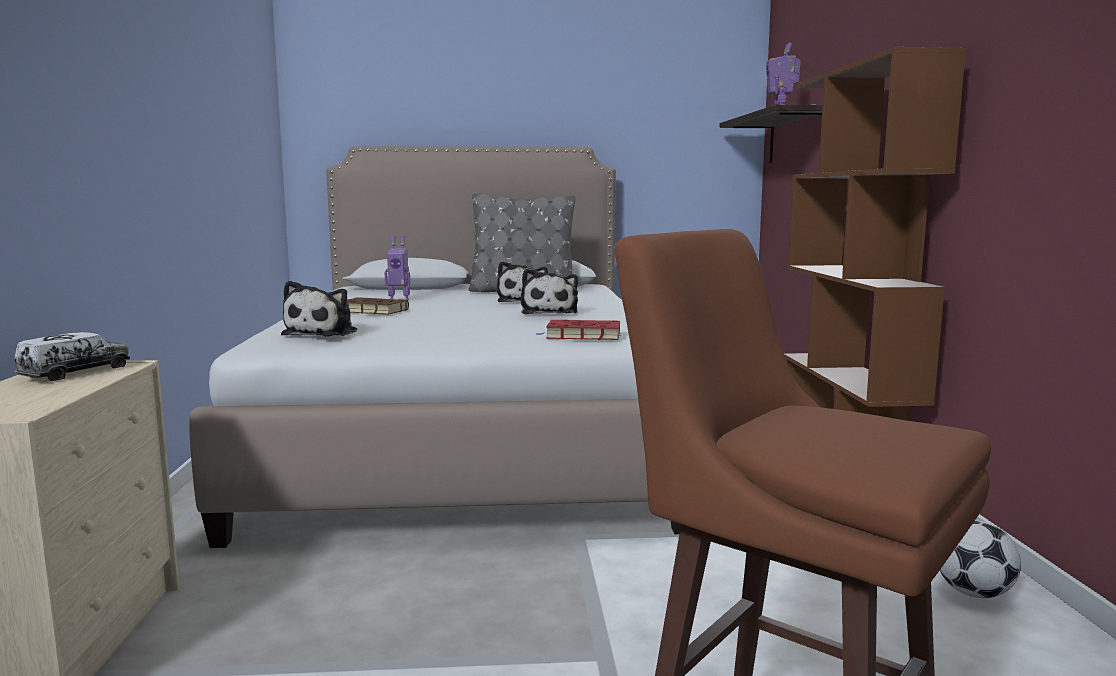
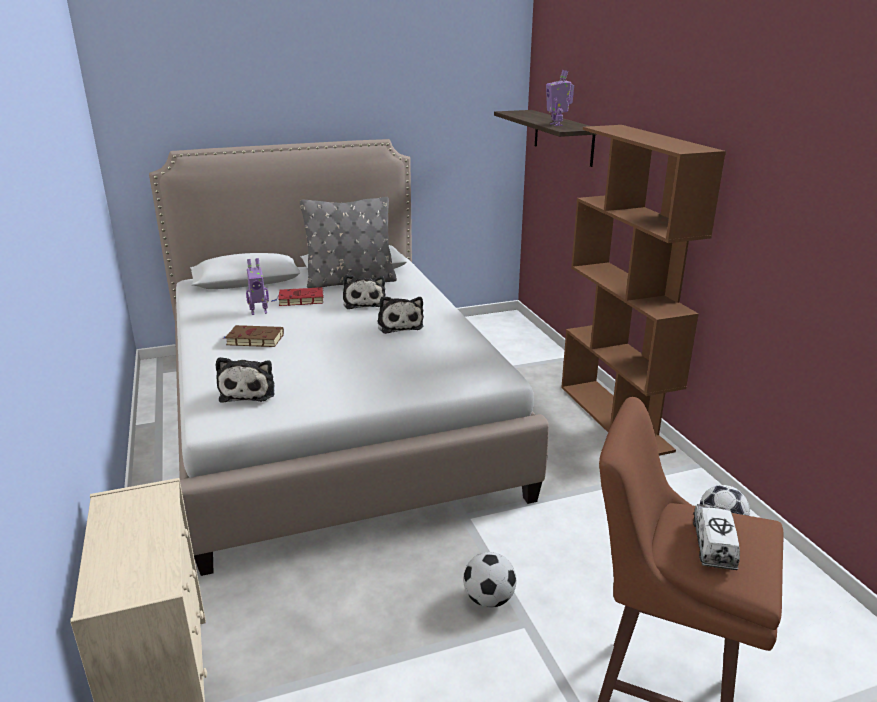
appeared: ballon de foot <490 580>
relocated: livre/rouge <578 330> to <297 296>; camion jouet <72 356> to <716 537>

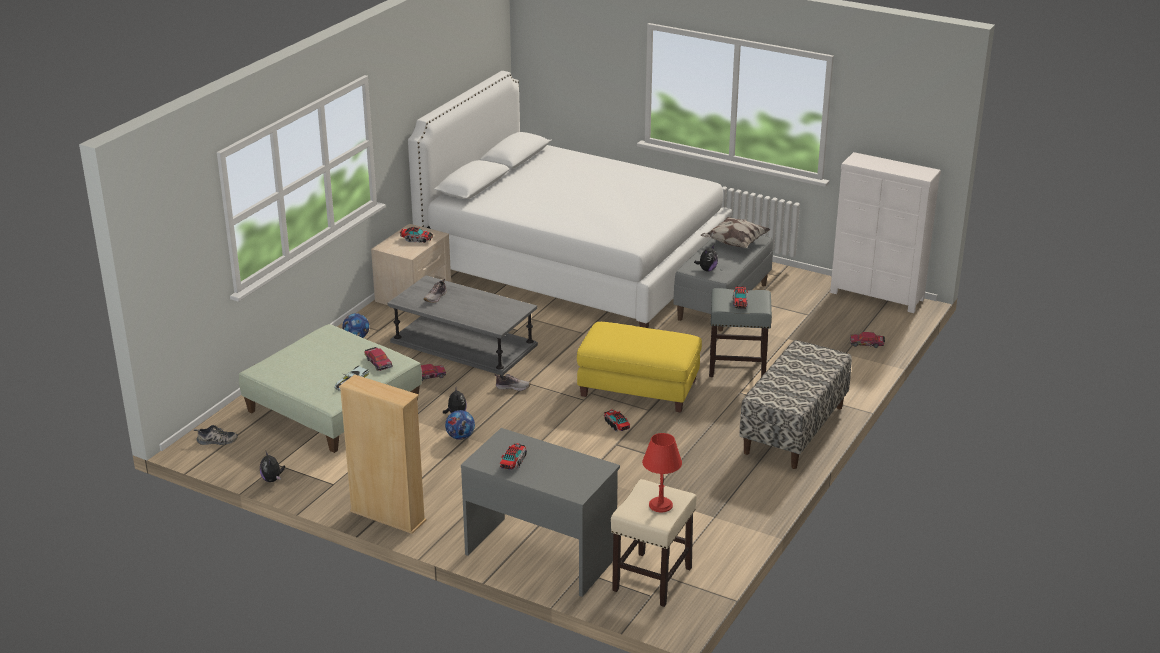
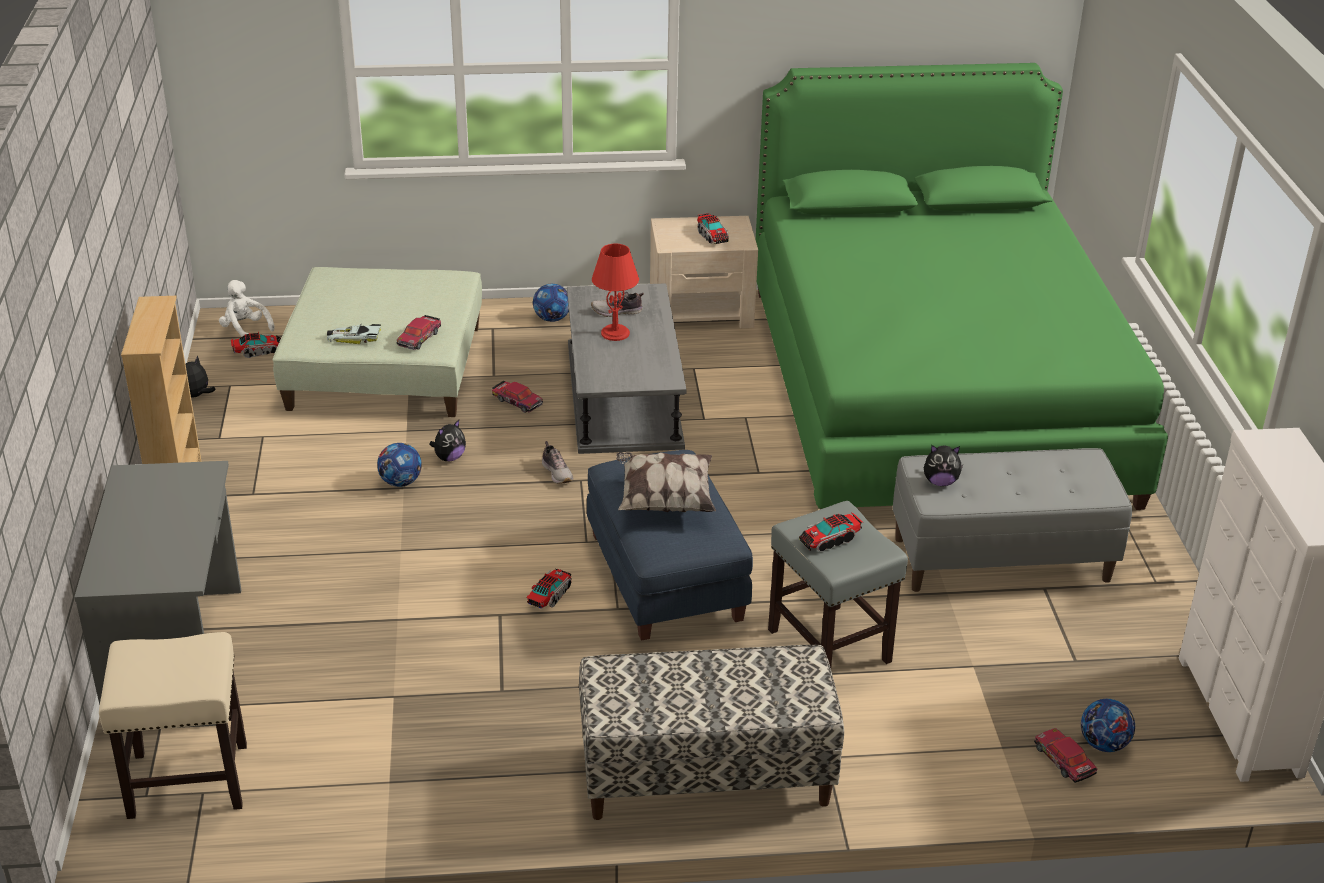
appeared: ballon de foot <1108 725>
relocated: coussin <736 232> to <666 482>; lampe de table/rouge <662 472> to <615 292>; camion jouet <513 456> to <256 345>
exchanged: chaussure <216 435> to peluche/blanc <247 308>
colour: lit/blanc <570 199> to lit/vert <962 286>; pouf/jaune <639 367> to pouf/bleu <670 545>

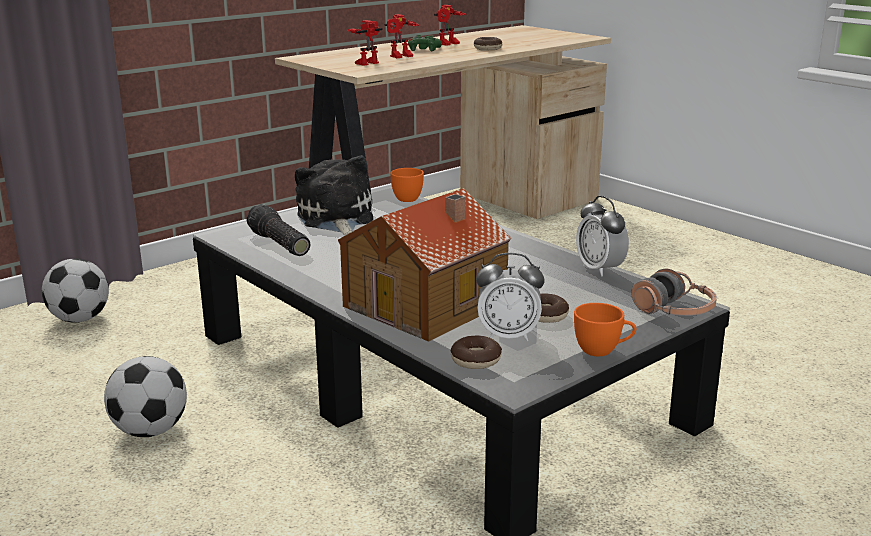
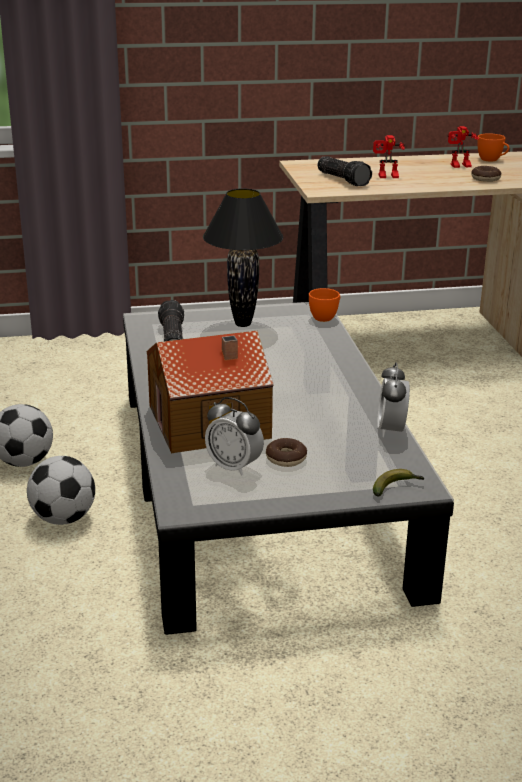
missing: manette/vert <425 43>; beignet <476 352>
relocated: ballon de foot <75 290> to <61 490>; tasse/orange <605 329> to <493 147>
exchanged: robot jouet <365 43> to lampe de poche <345 171>; peluche <334 195> to lampe de table/noir <243 257>; casque audio <674 292> to banane <398 482>

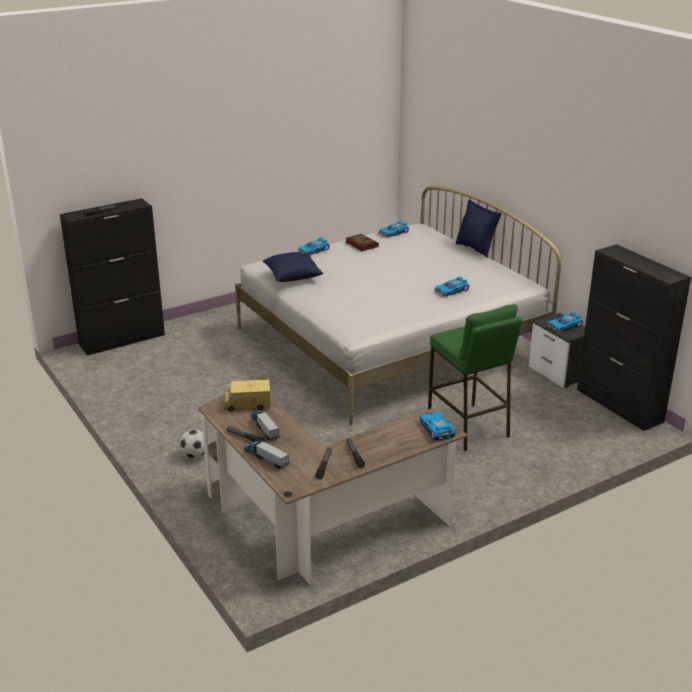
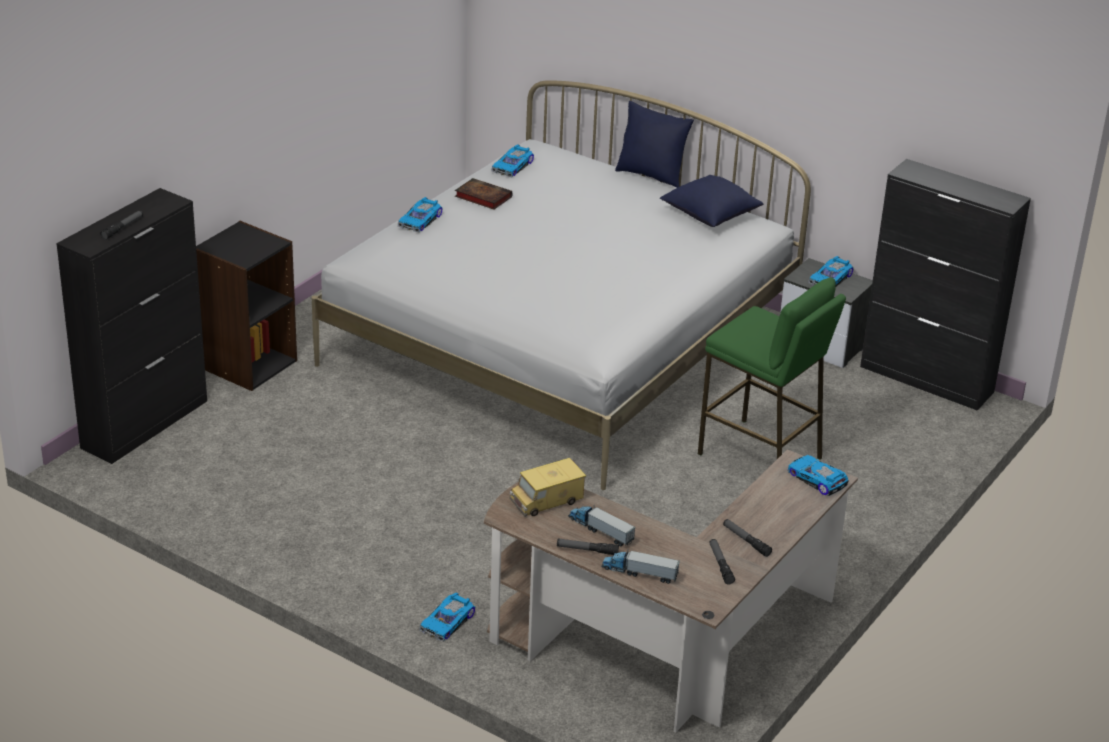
missing: ballon de foot <194 444>
appeared: bibliothèque/noir <246 306>
relocated: coussin/bleu <293 267> to <712 201>; petite voiture <451 287> to <447 617>

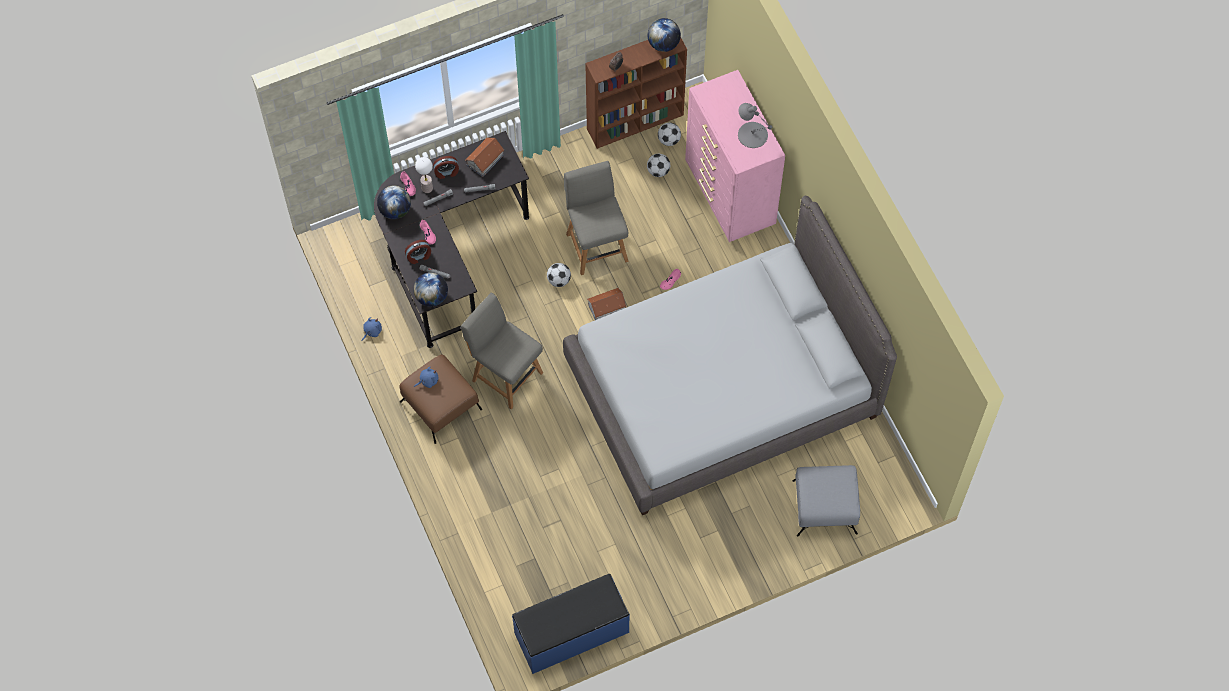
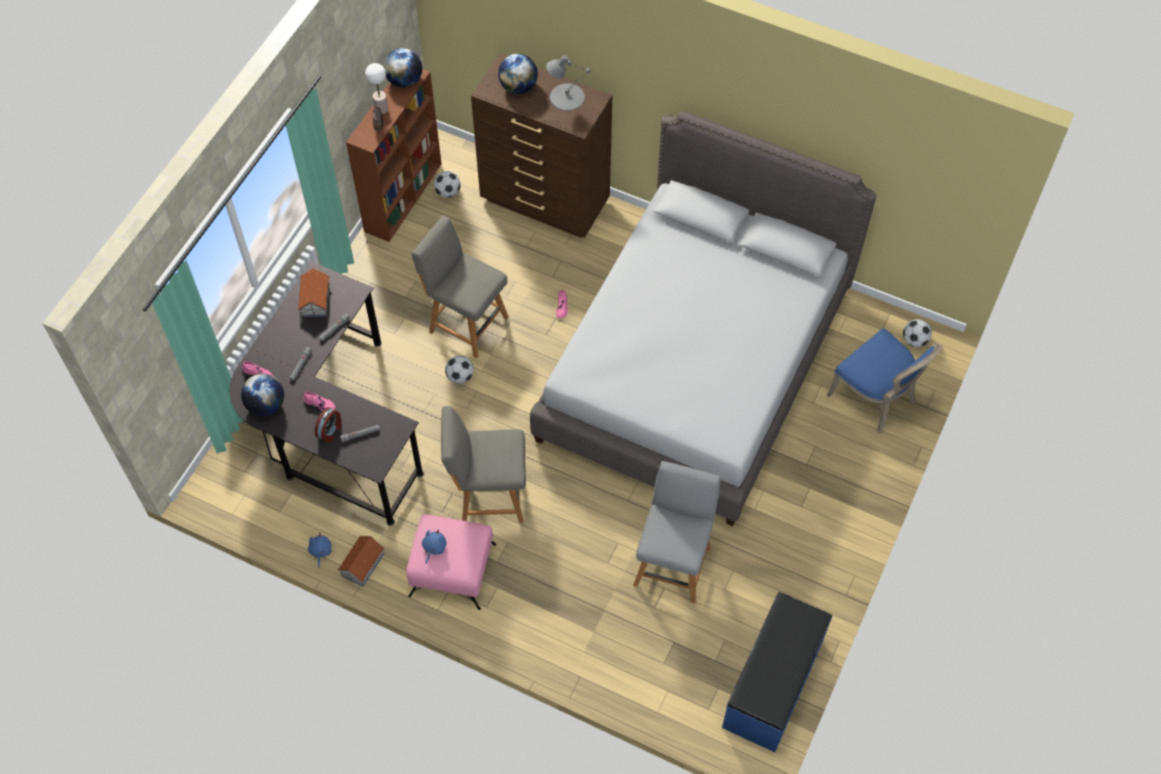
missing: réveil <446 167>
appeared: chaise/gris <677 532>
relocated: ballon de foot <658 165> to <917 333>; lampe de table <424 175> to <376 88>; globe <430 289> to <518 74>; maison miniature <607 304> to <361 561>
exchanged: pouf/gris <826 500> to chaise/bleu <884 380>
colour: commode/rose <735 156> to commode/marron <541 146>; pouf/marron <440 399> to pouf/rose <451 562>

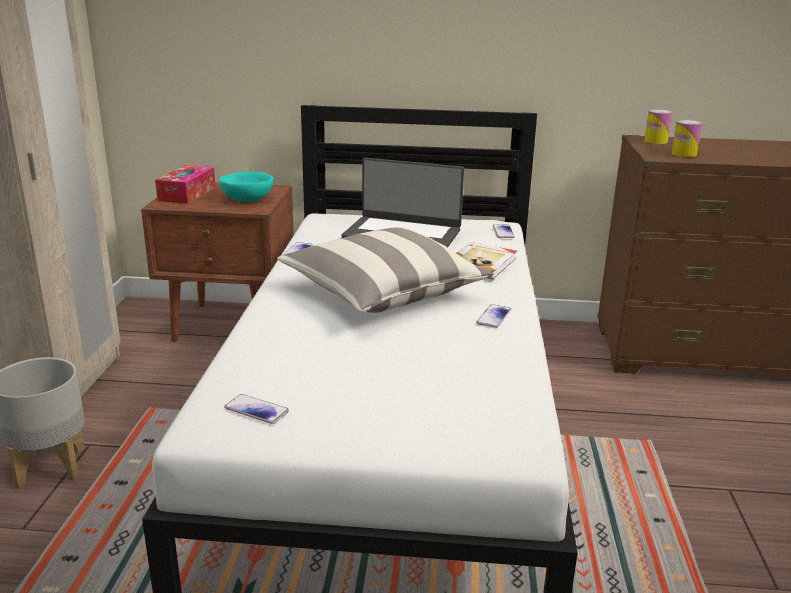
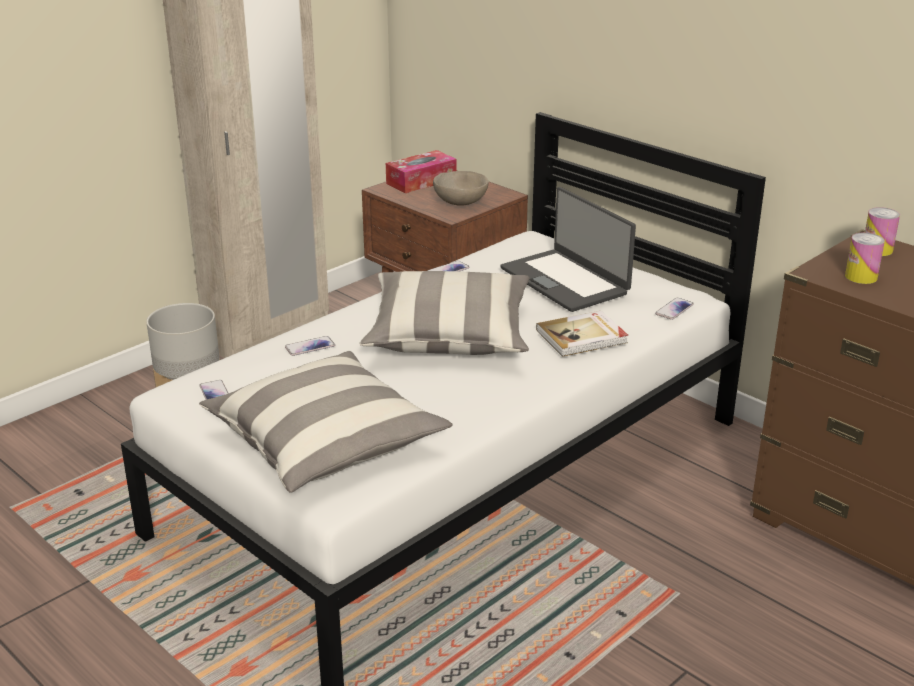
appeared: coussin <326 422>
relocated: téléphone <493 316> to <310 346>
colour: bol/turquoise <246 187> to bol/beige <460 188>

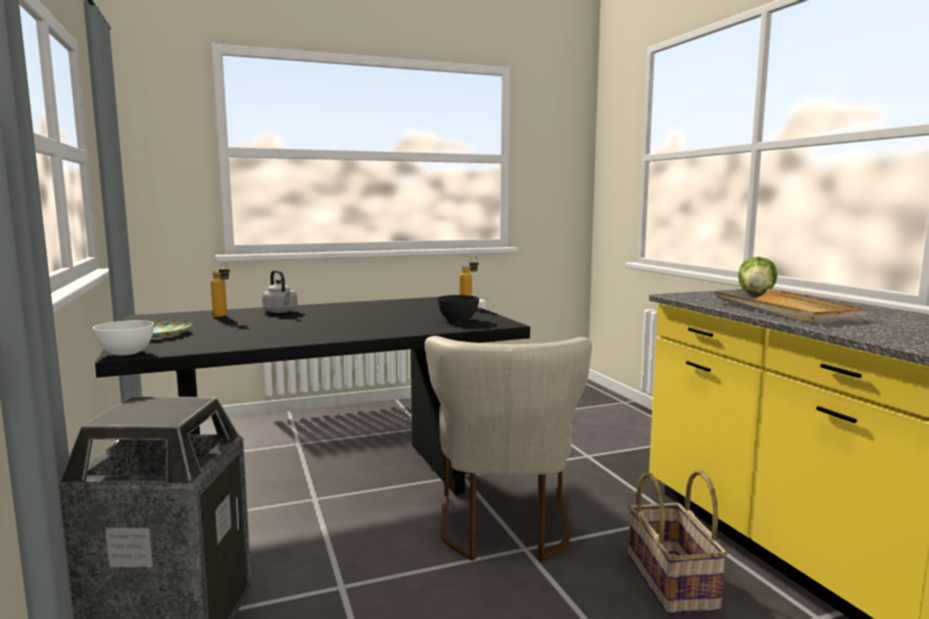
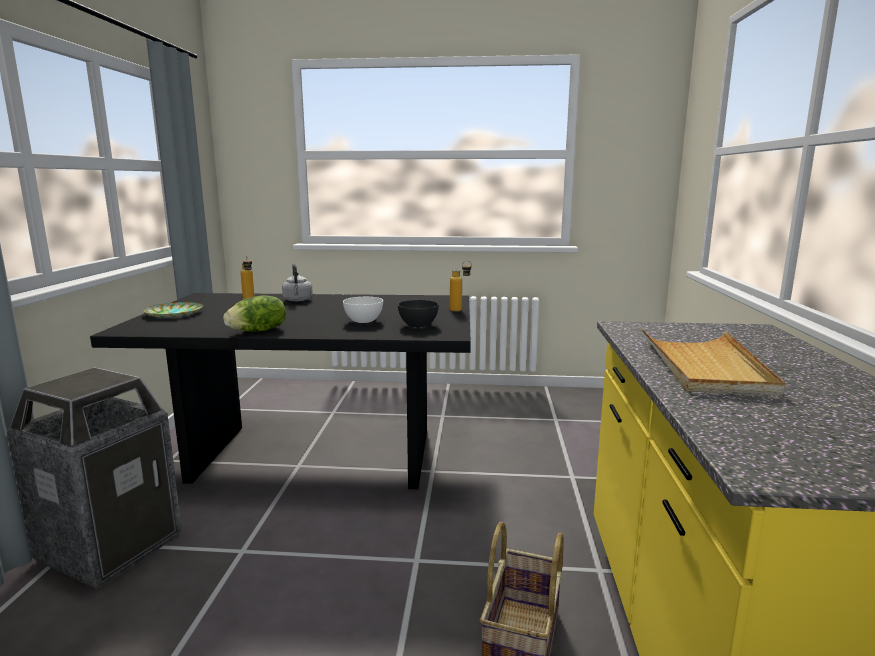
missing: chaise/beige <508 449>
relocated: laitue <757 275> to <254 313>; bol/blanc <123 338> to <363 310>

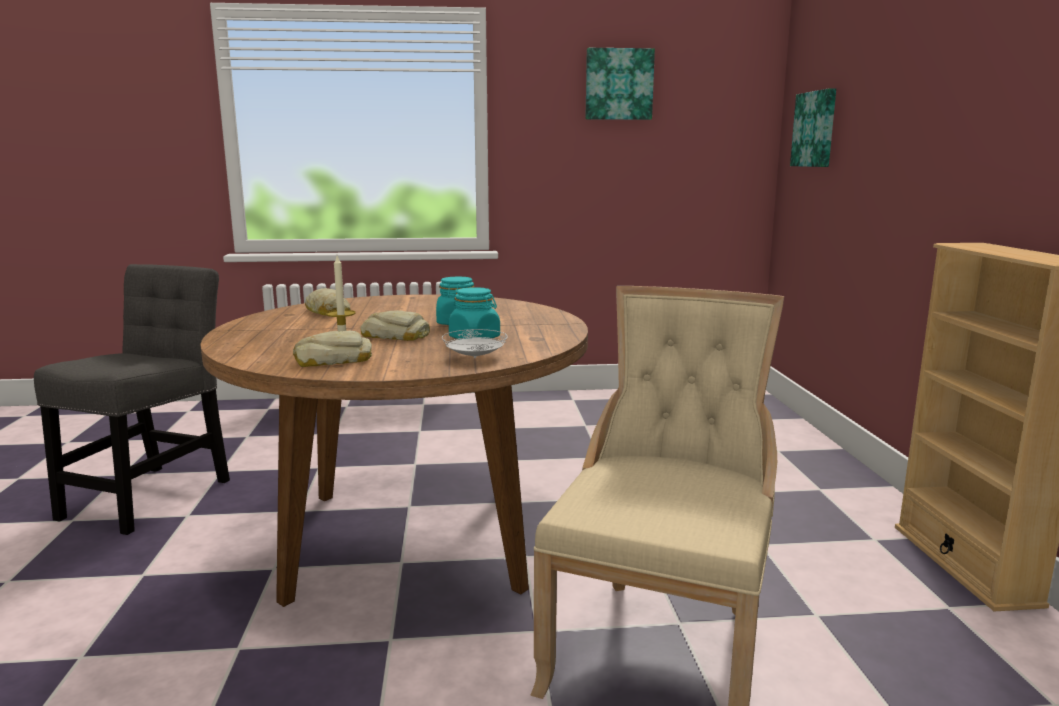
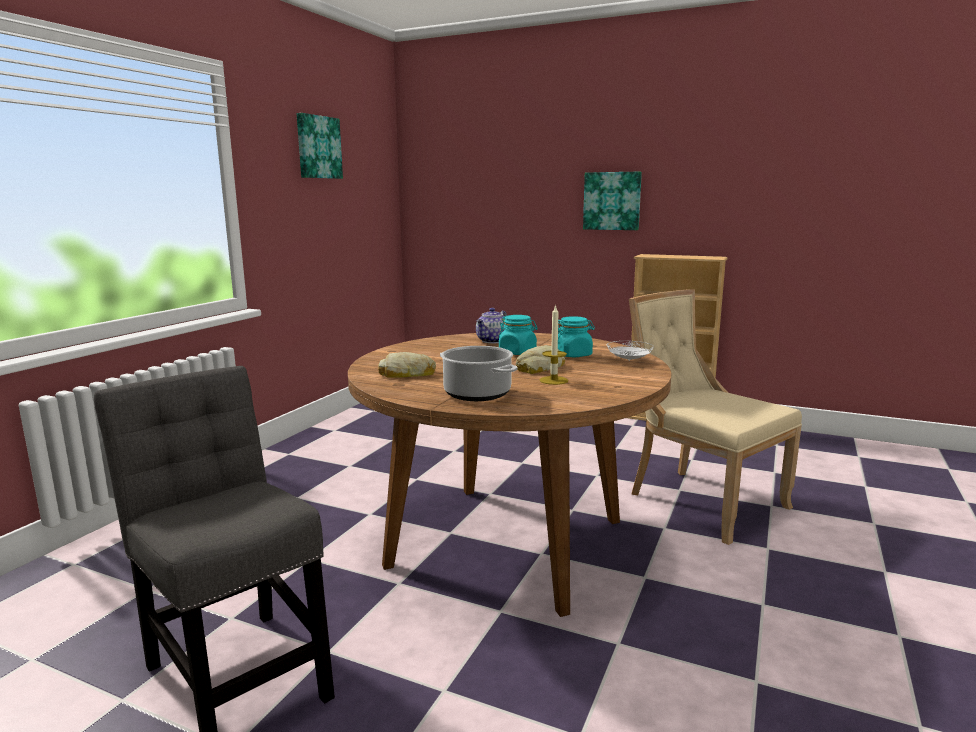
missing: pain <332 349>
appeared: théière <491 326>; marmite <479 373>
relocated: tableau <813 127> to <612 201>

